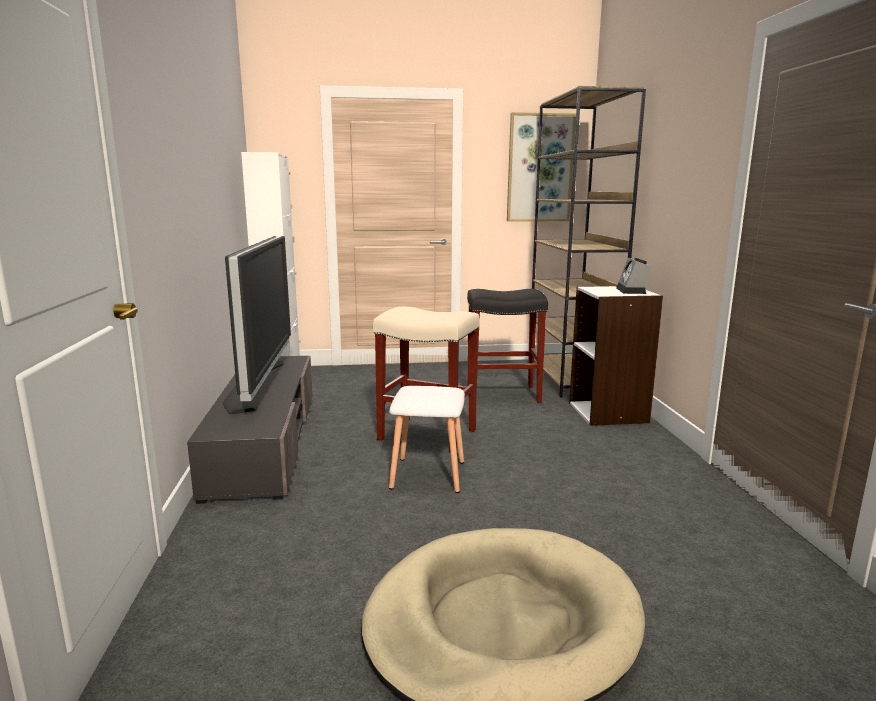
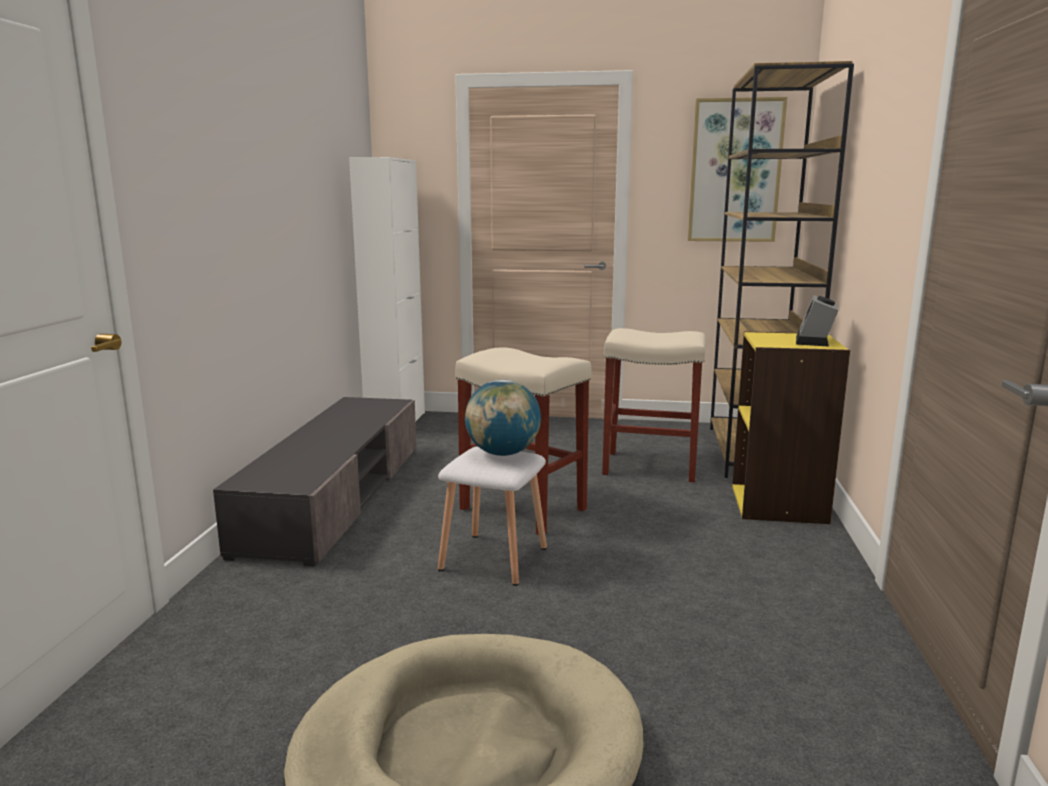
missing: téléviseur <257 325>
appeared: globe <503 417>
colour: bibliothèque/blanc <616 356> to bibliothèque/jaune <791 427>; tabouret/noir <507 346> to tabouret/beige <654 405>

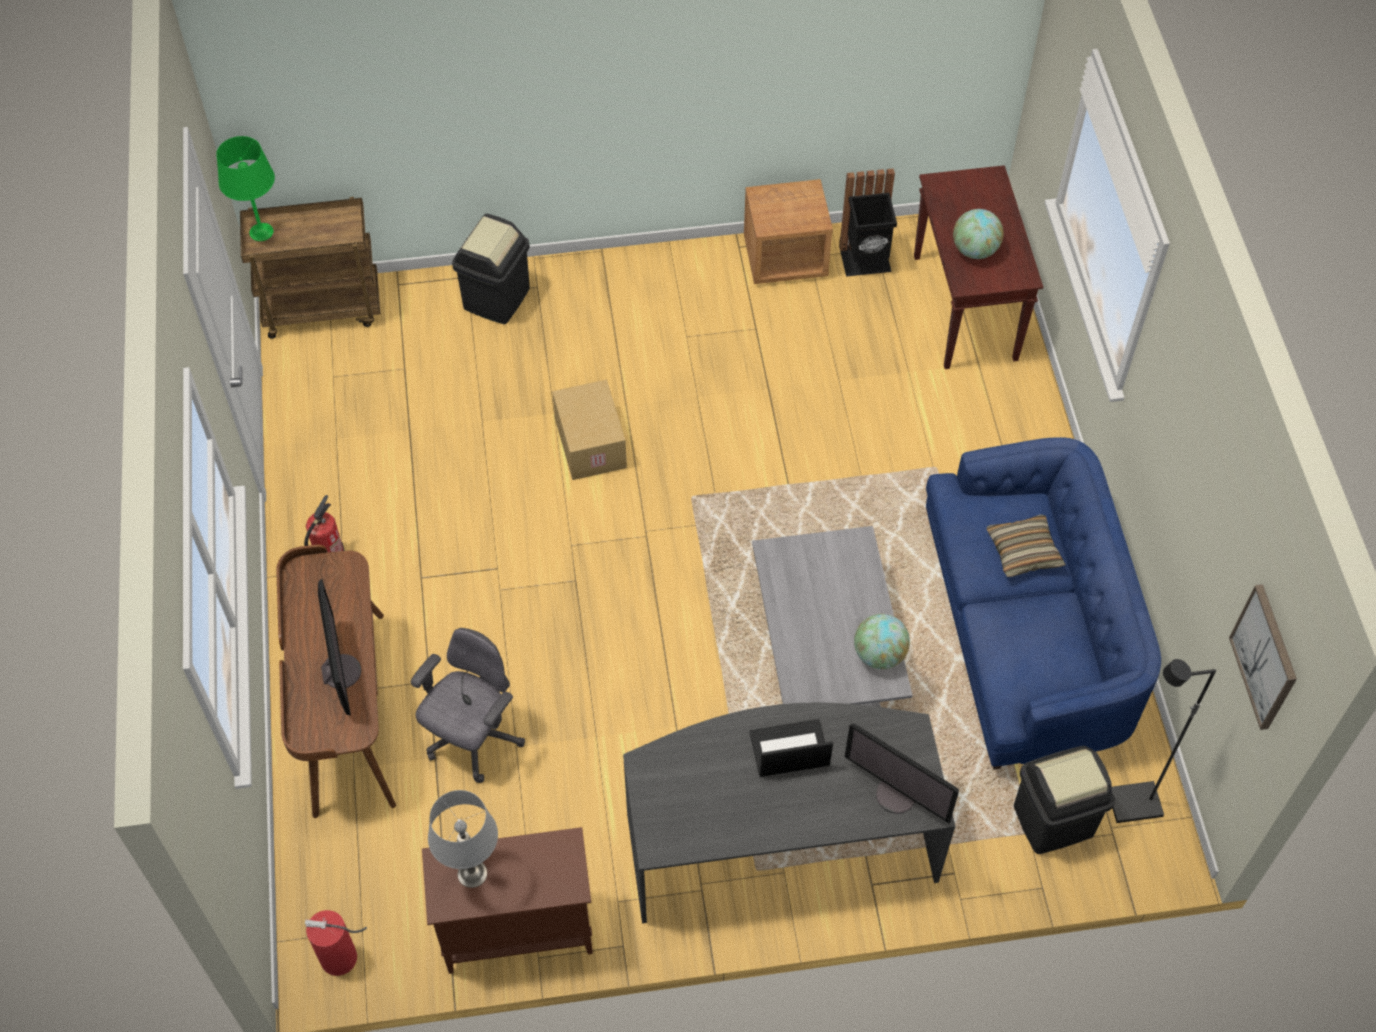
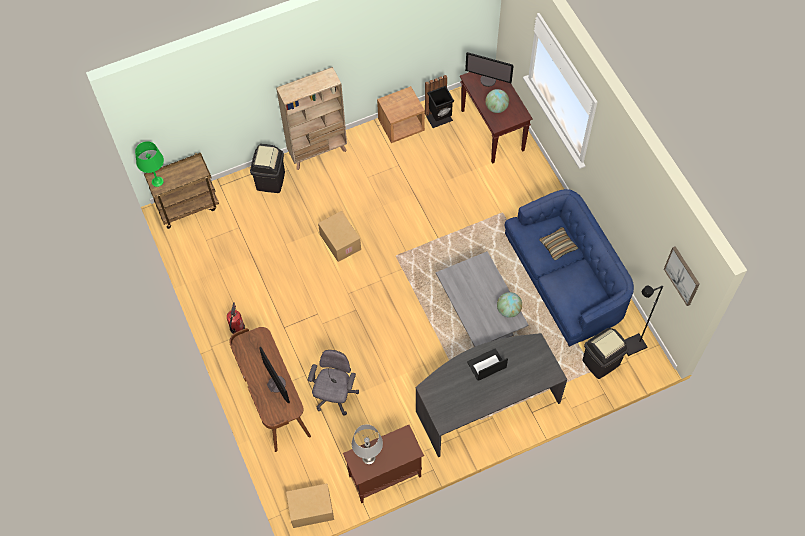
appeared: bibliothèque/beige <311 118>
relocated: écran d'ordinateur <902 773> to <489 69>
exchanged: extincteur <336 943> to carton <310 505>

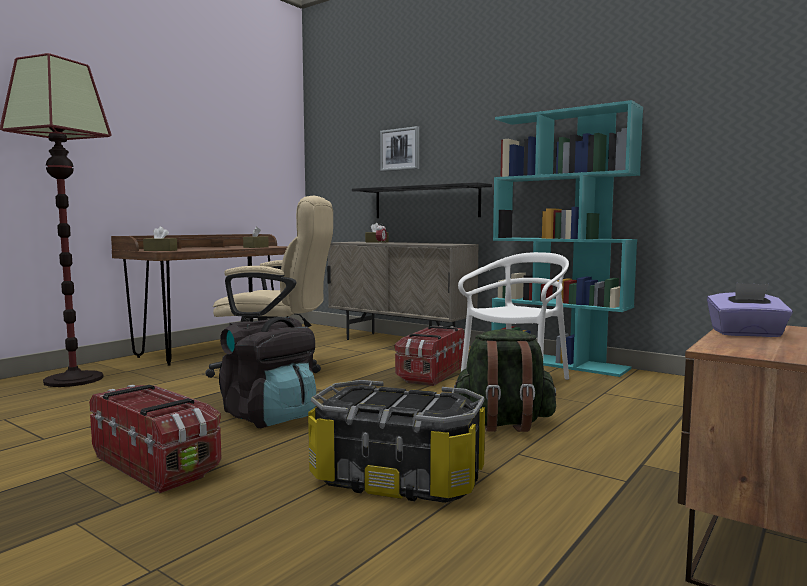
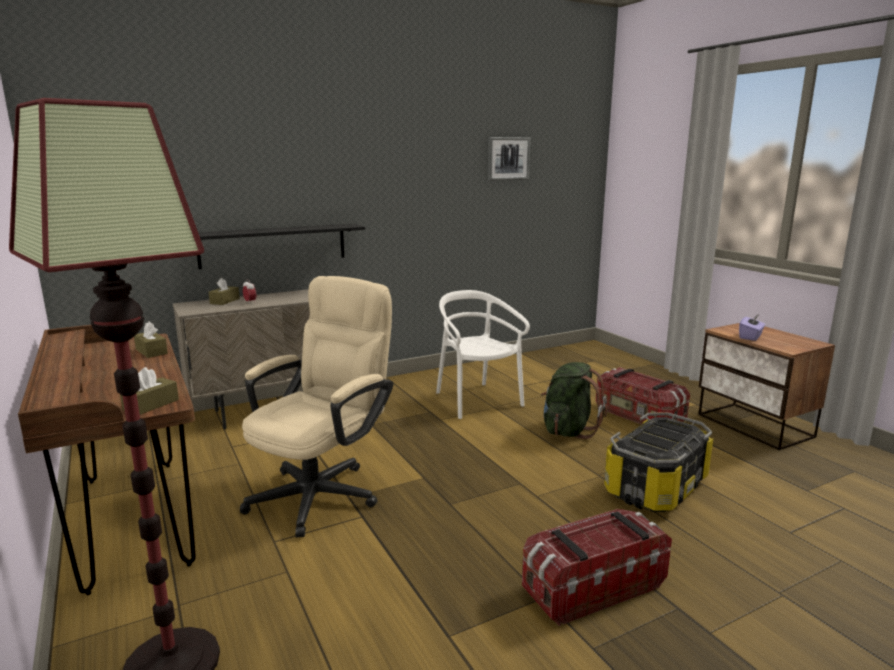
missing: bibliothèque/turquoise <567 238>; sac à dos/noir <267 372>
relocated: tableau <399 149> to <509 159>; boîte de rangement <430 356> to <643 395>

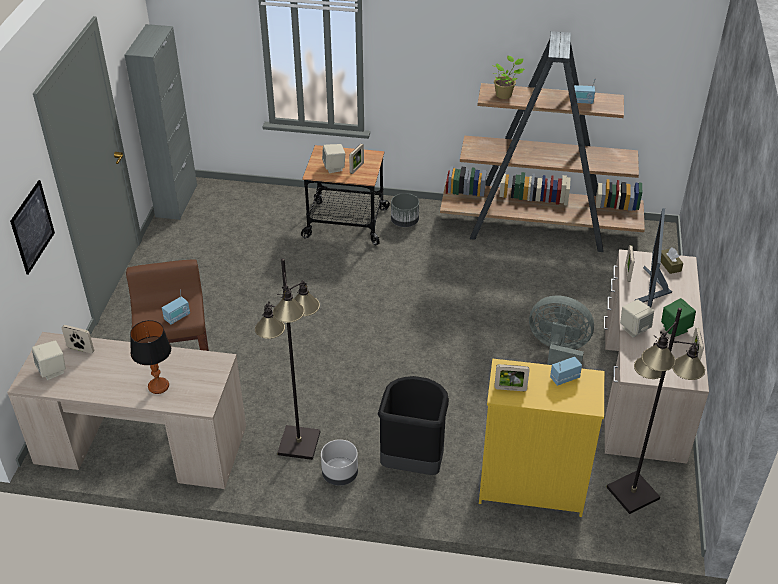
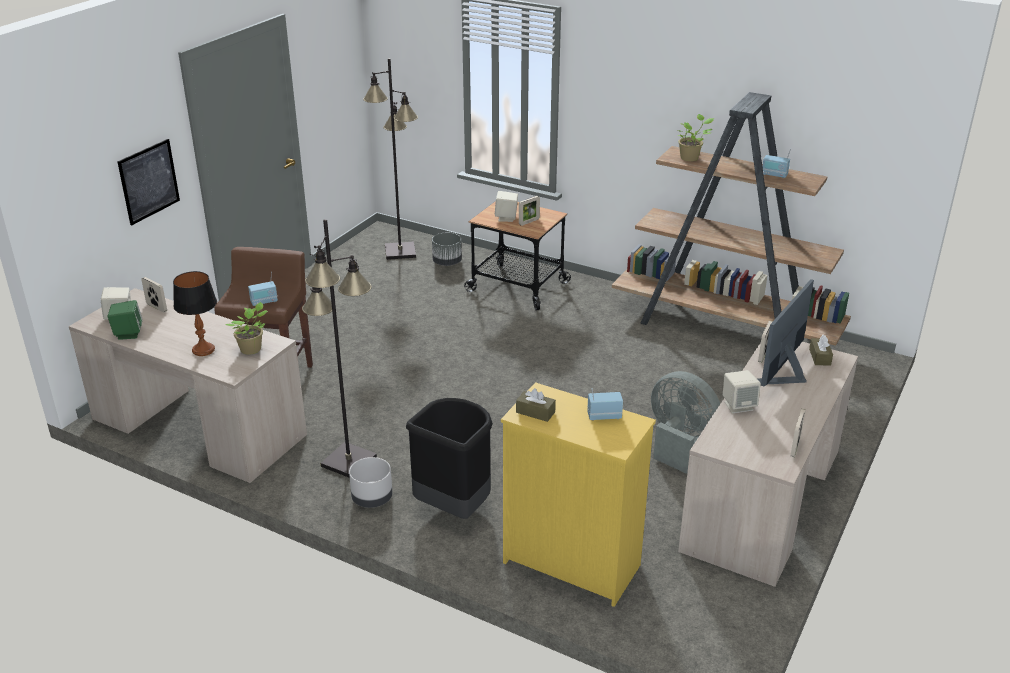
missing: meuble de rangement/gris <161 122>
appeared: plante en pot <247 328>
relocated: cache-pot/gris <405 210> to <447 249>; enceinte/vert <678 317> to <125 320>; lampadaire/noir <655 411> to <390 159>
exchanged: cadre photo <511 377> to boîte à mouchoirs/marron <536 405>

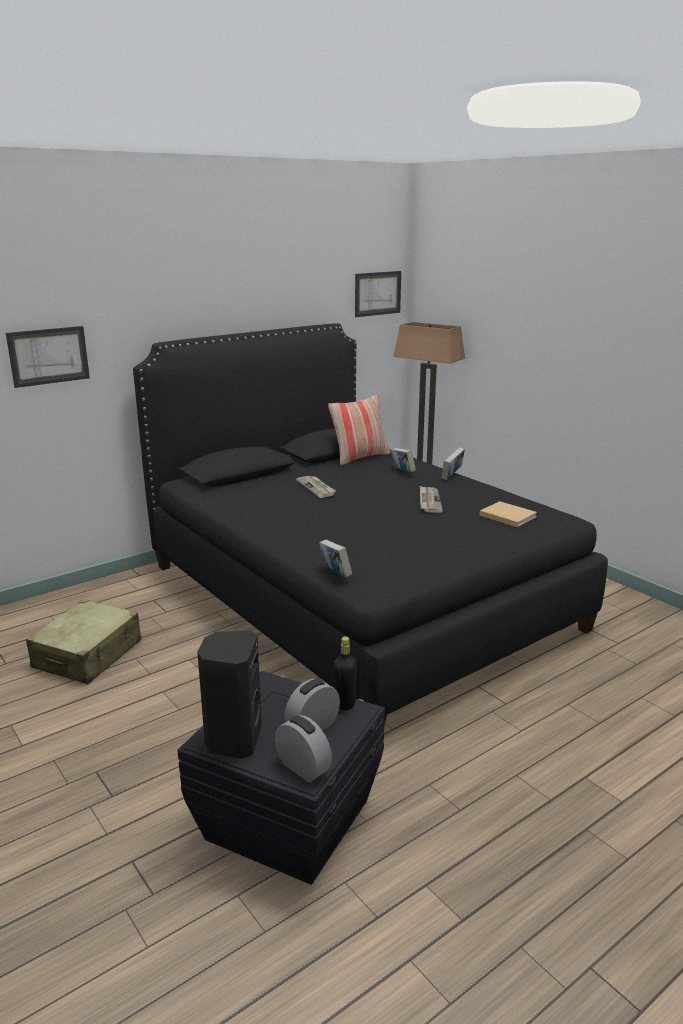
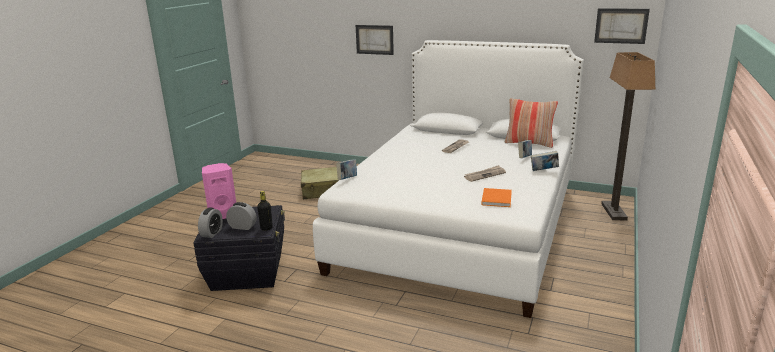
colour: lit/noir <370 527> to lit/blanc <448 179>; livre/beige <508 514> to livre/orange <496 197>; enceinte/noir <229 695> to enceinte/rose <219 191>

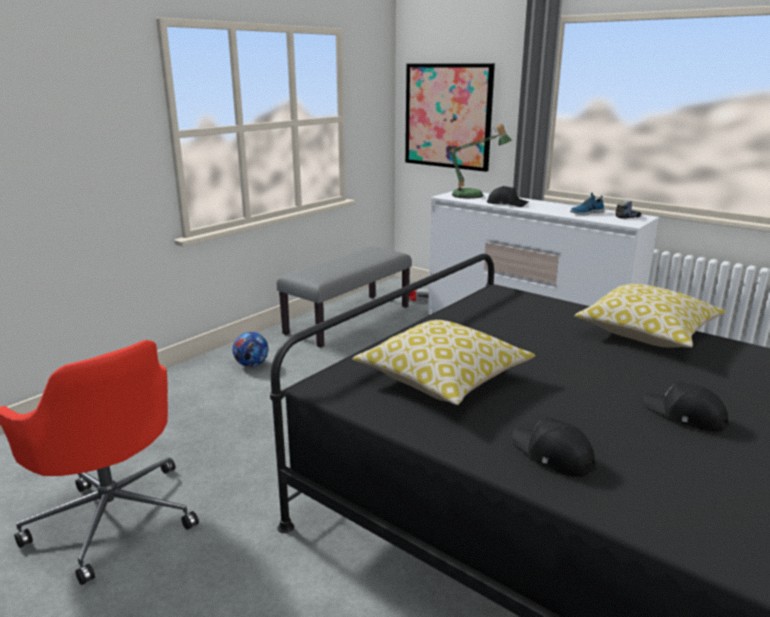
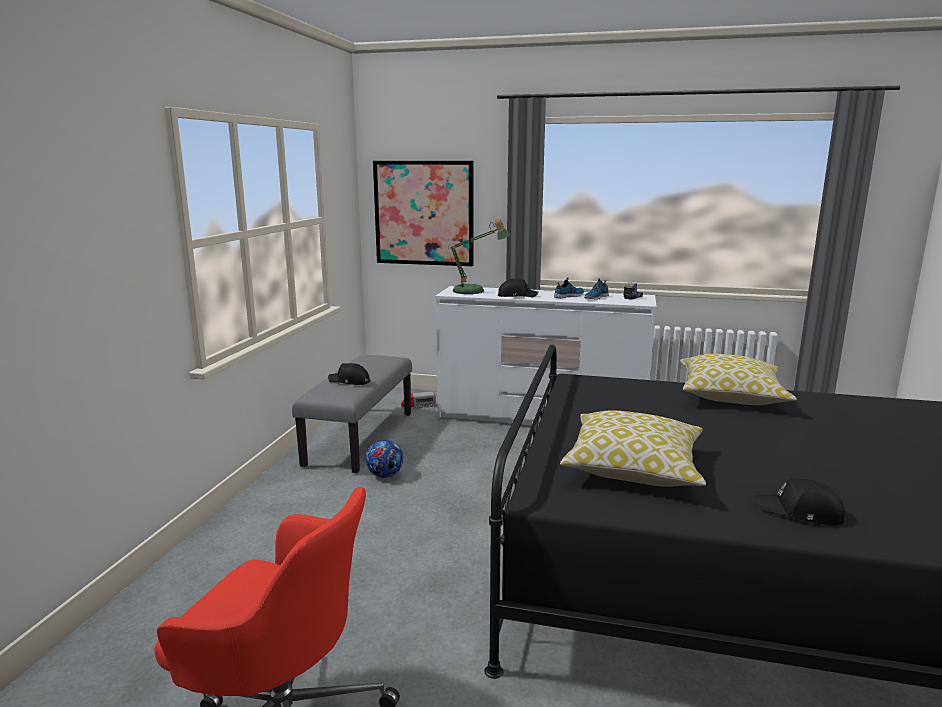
appeared: chaussure <569 288>
relocated: ballon de foot <250 349> to <385 459>; casquette/noir <686 407> to <349 374>

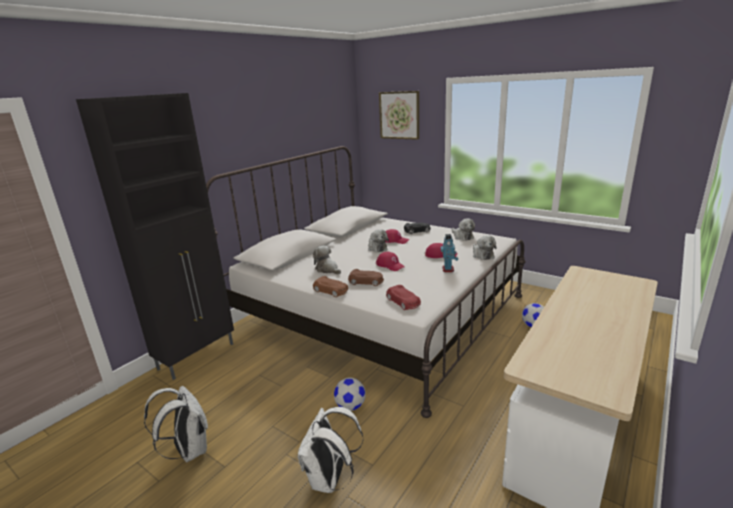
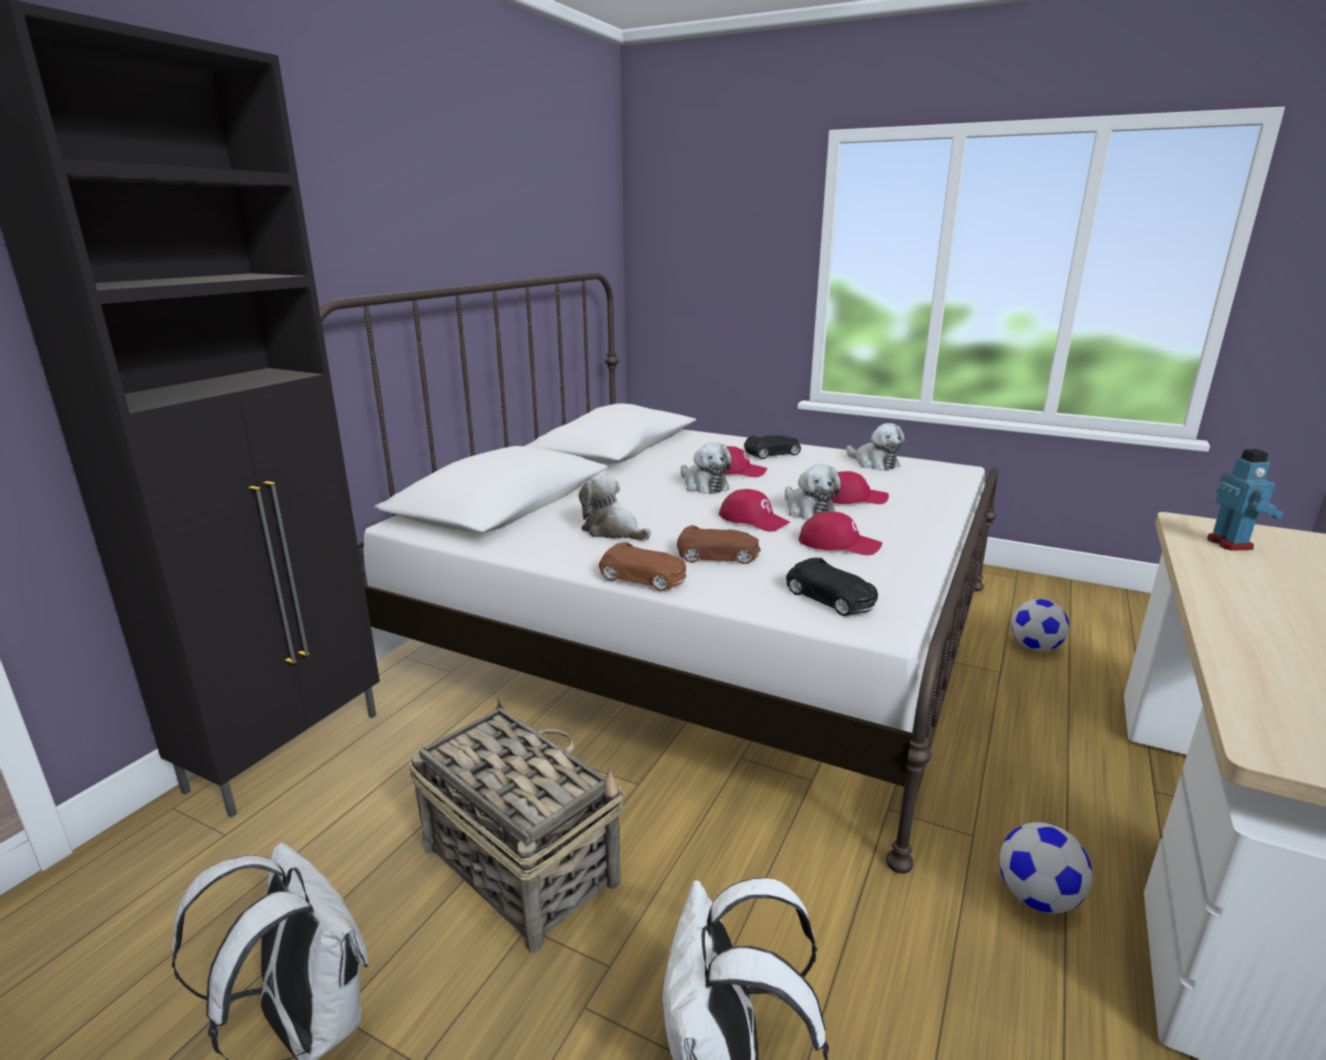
missing: tableau <399 115>
appeared: casquette/rouge <840 533>; panier <517 824>
relocated: robot jouet <449 253> to <1245 500>; peluche <484 247> to <813 492>; ballon de foot <350 394> to <1045 868>
colour: petite voiture/rouge <403 297> to petite voiture/noir <832 587>

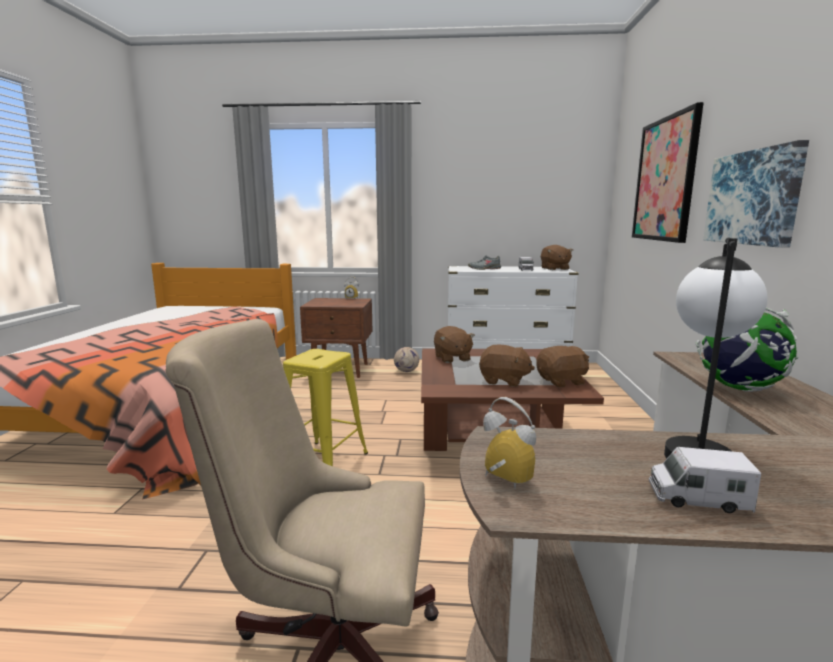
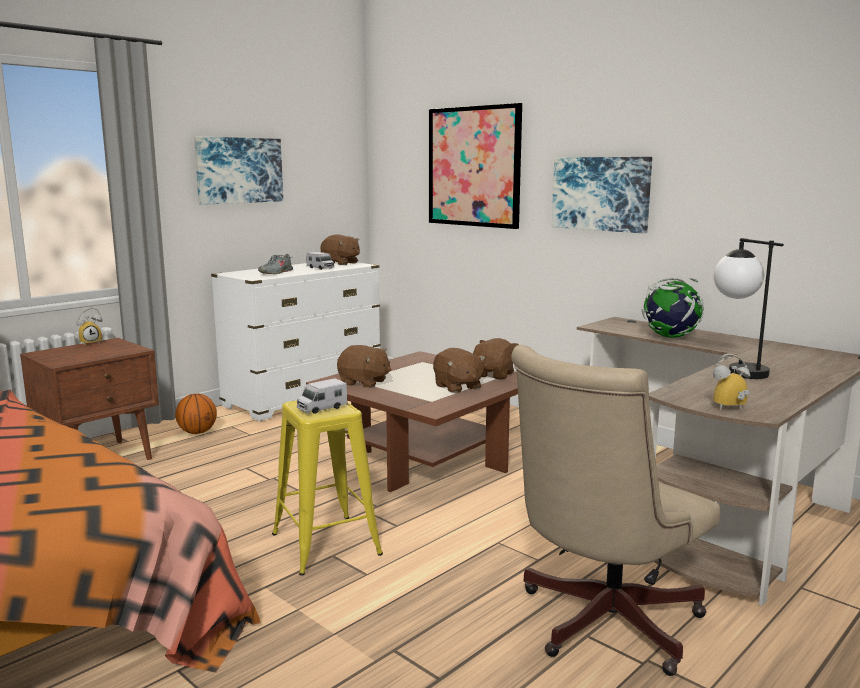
appeared: tableau <238 171>
relocated: camion jouet <705 480> to <321 396>
exchanged: ballon de foot <406 359> to ballon de basket <196 413>
spun: peluche/marron <507 366> = <459 370> 90 degrees clockwise

